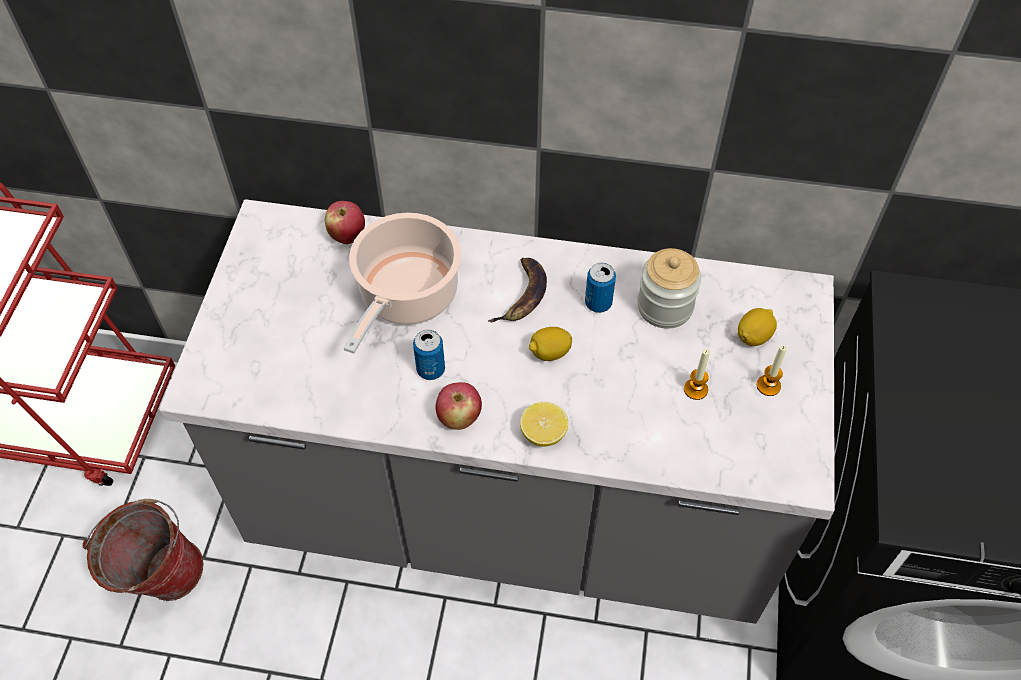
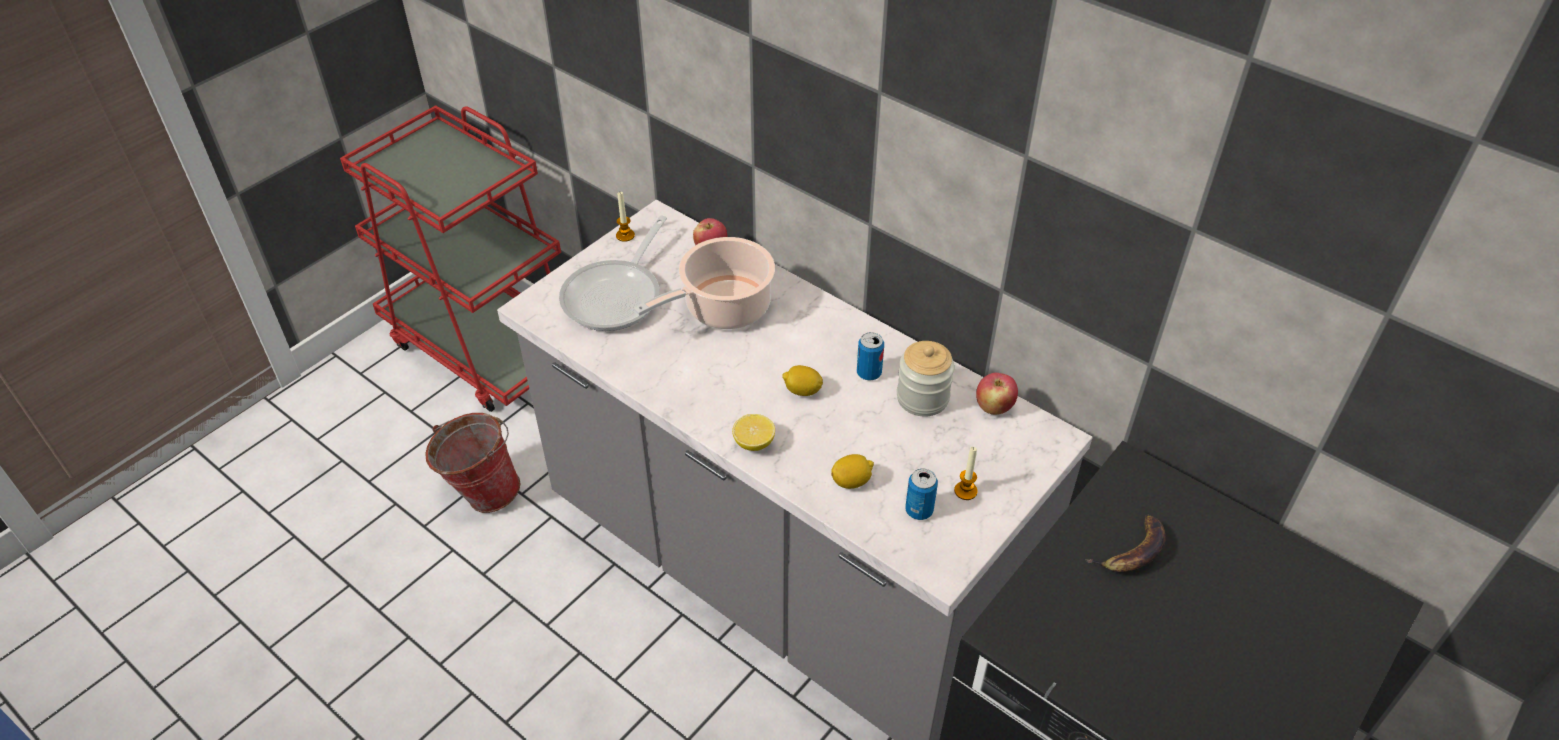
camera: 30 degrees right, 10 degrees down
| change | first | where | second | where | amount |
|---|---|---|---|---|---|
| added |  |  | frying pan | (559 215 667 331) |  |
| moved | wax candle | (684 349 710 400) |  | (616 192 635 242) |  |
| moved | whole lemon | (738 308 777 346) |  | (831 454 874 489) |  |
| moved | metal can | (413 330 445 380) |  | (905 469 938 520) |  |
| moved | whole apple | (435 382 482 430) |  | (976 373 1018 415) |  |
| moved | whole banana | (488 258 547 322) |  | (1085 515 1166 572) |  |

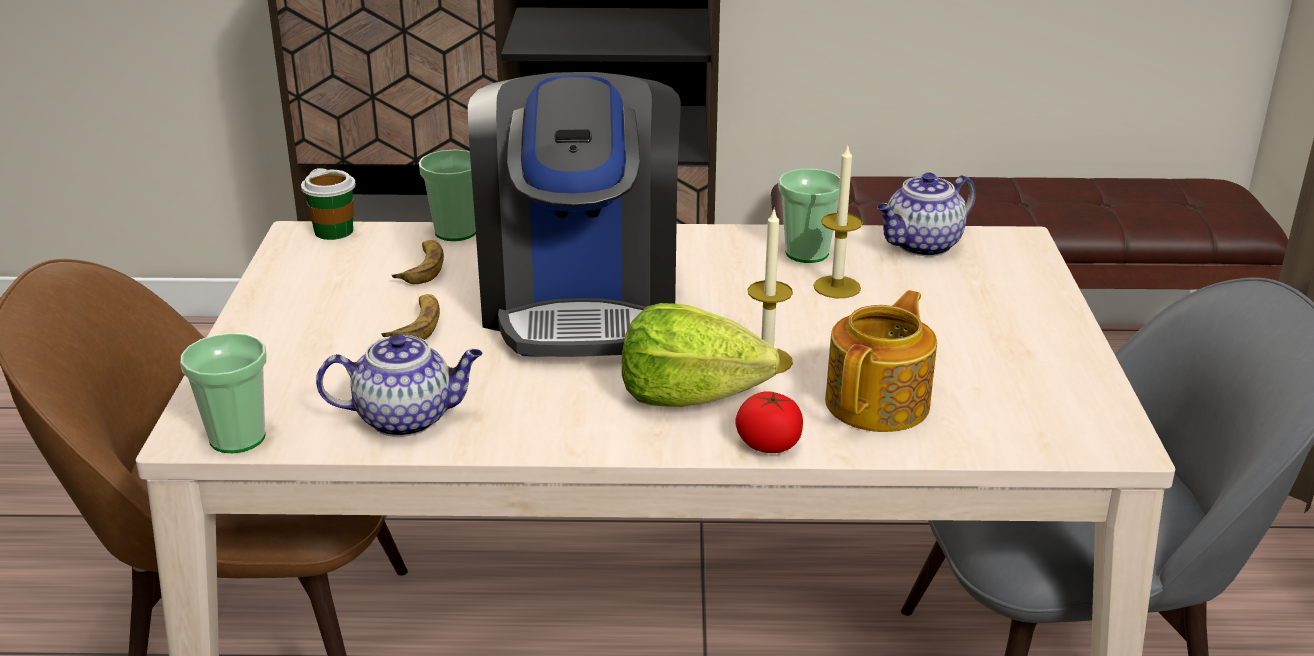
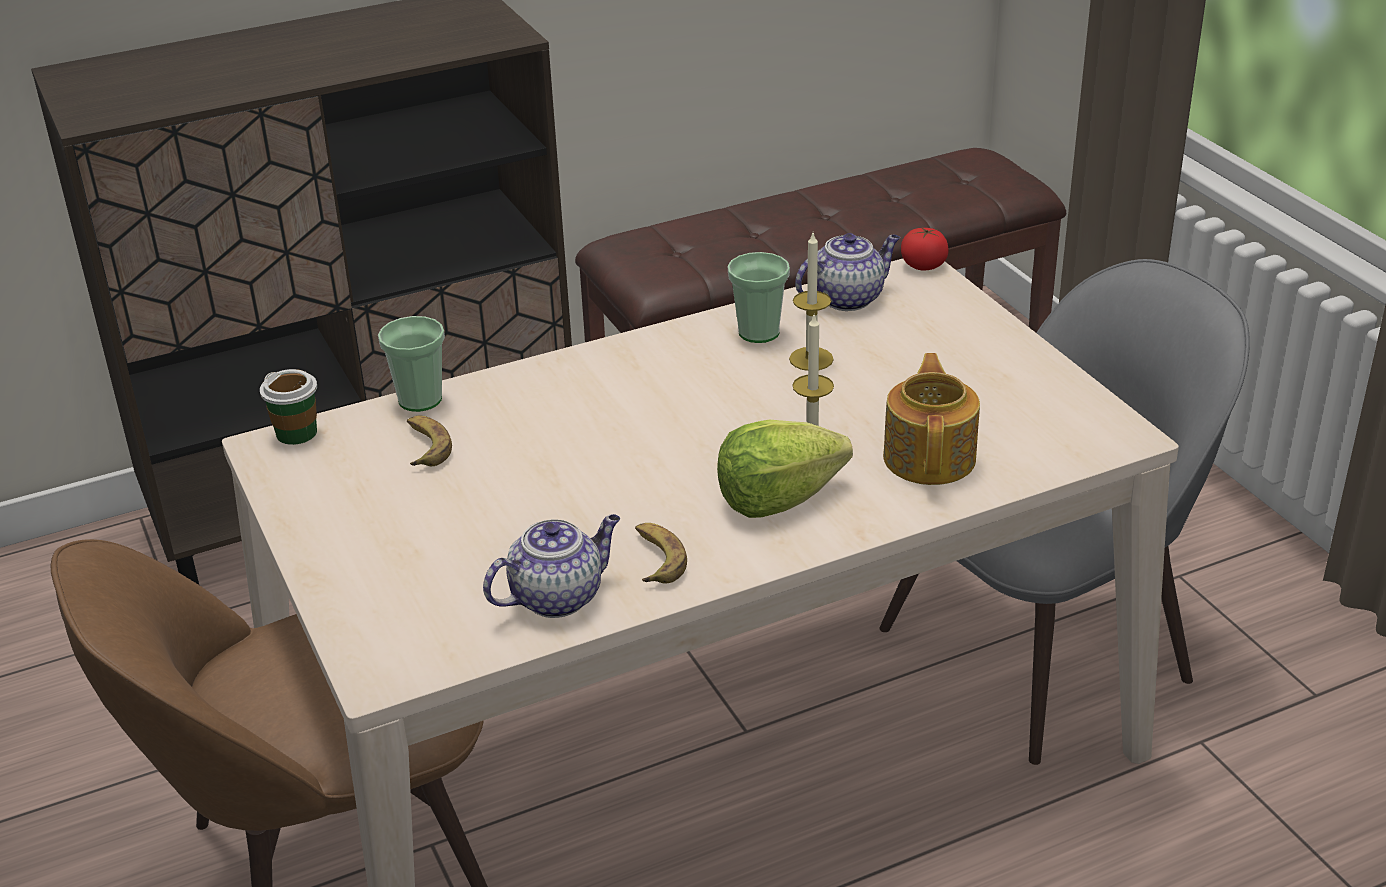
camera: 25 degrees left, 5 degrees up
| change | first | where | second | where | amount |
|---|---|---|---|---|---|
| moved | whole banana | (381 294 440 340) |  | (635 523 687 584) |  |
| turned | tea pot | (877 172 976 257) |  | (795 233 900 311) | 150 degrees counterclockwise |
| moved | whole tomato | (735 392 803 453) |  | (901 228 948 270) |  |
| removed | small cup | (180 333 267 453) |  |  |  |
| removed | coffee machine | (468 72 681 357) |  |  |  |

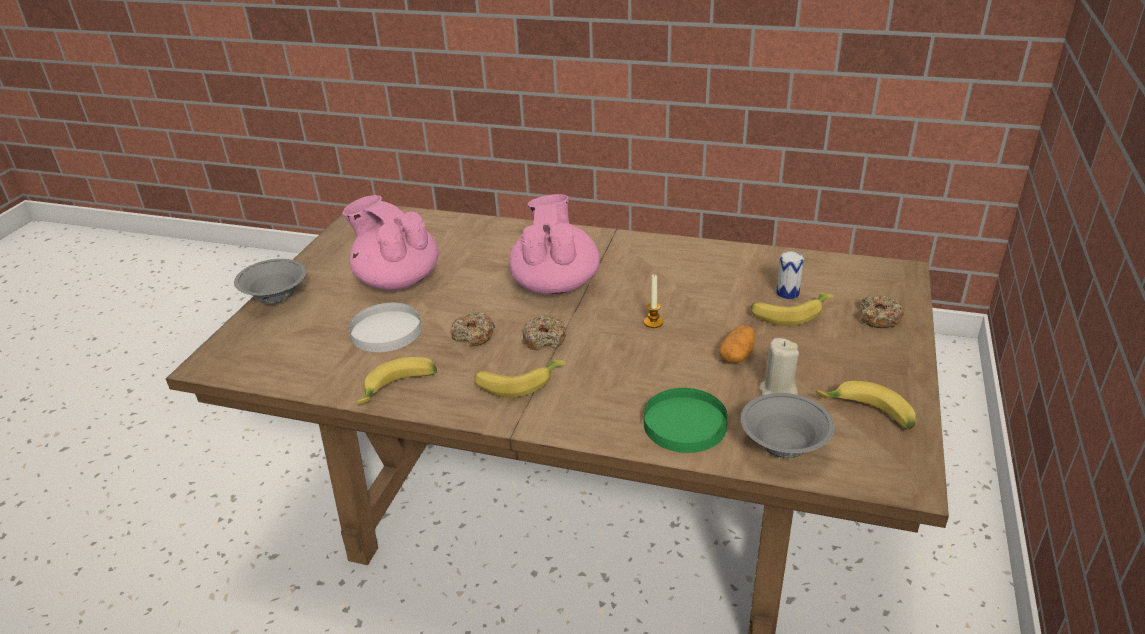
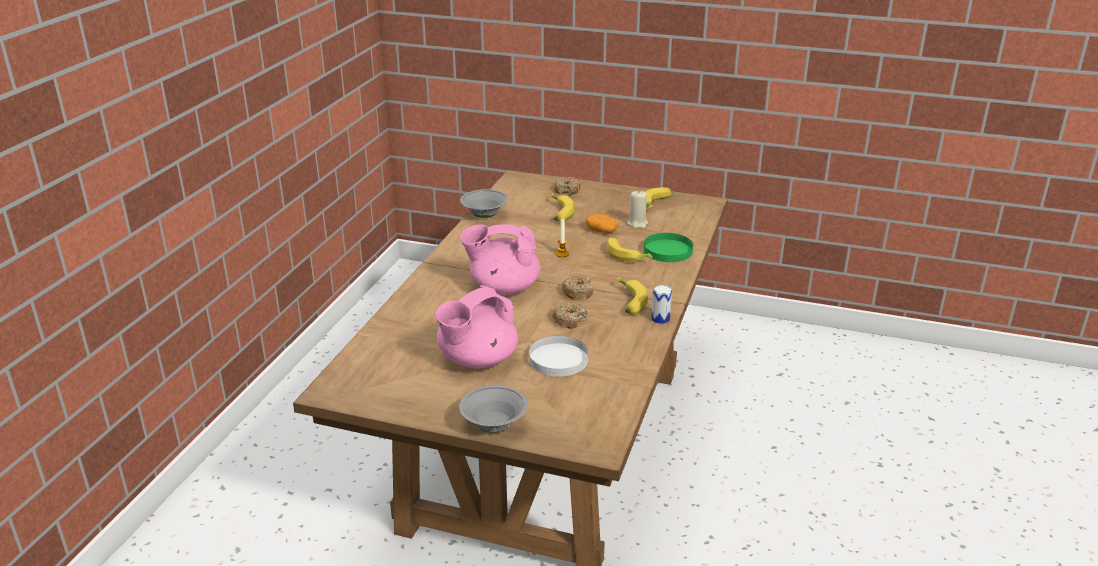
camera: 90 degrees left, 5 degrees down
| change | first | where | second | where | amount |
|---|---|---|---|---|---|
| moved | bowl (grey) | (741 393 835 458) |  | (460 189 508 218) |  |
| moved | whole banana | (356 357 437 404) |  | (607 237 652 262) |  |
| moved | metal can | (776 251 804 299) |  | (651 285 672 324) |  |

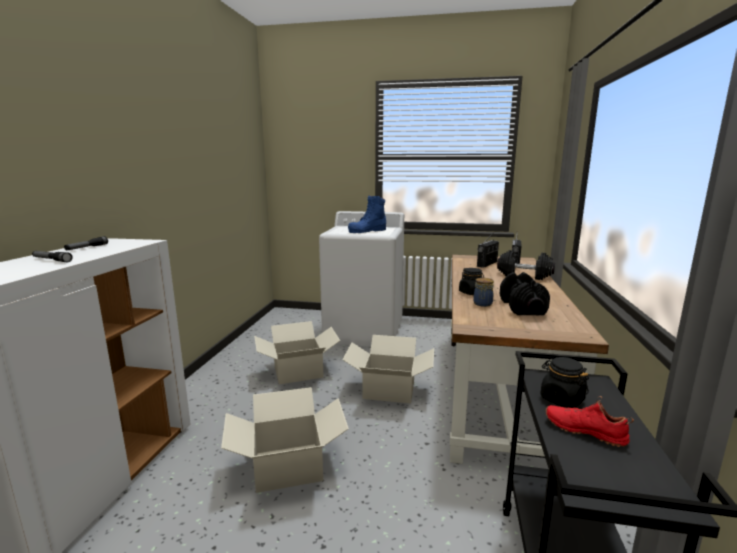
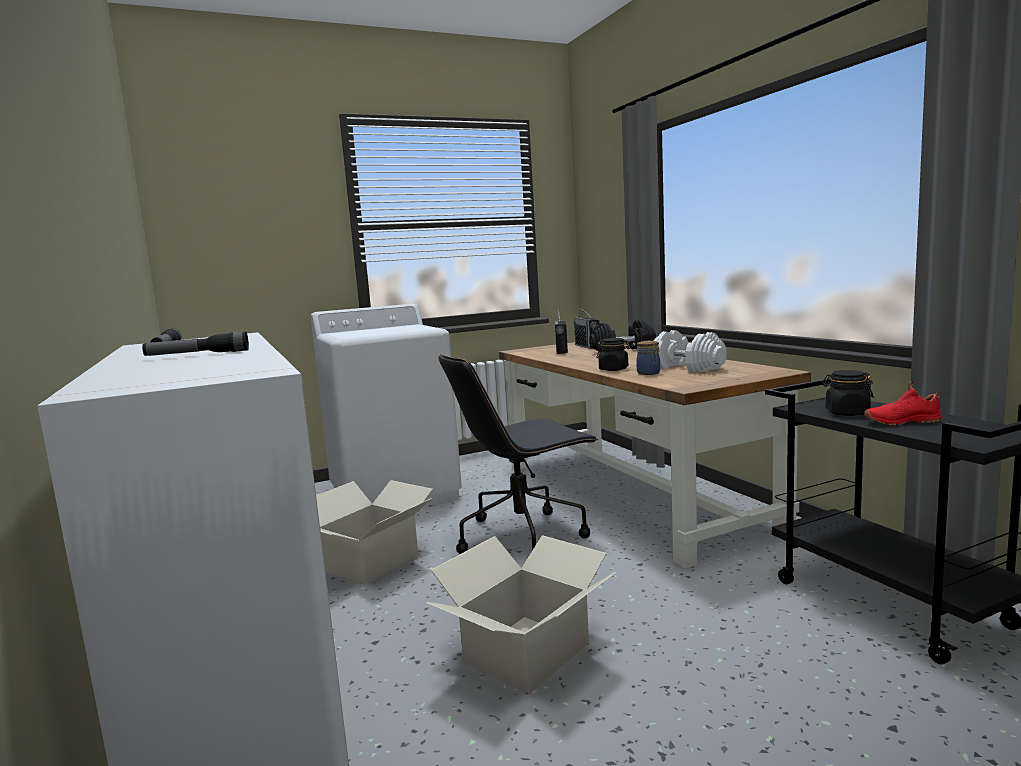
camera: 35 degrees left, 5 degrees down
| change | first | where | second | where | amount |
|---|---|---|---|---|---|
| replaced | carton | (343 335 434 404) | desk chair (black-coloured) | (438 354 598 554) |  |
| recoloured | free weight (black-coloured) | (499 272 550 315) | free weight (whitish) | (654 330 726 373) |  |
| removed | tall boot (bluish) | (348 195 386 233) |  |  |  |

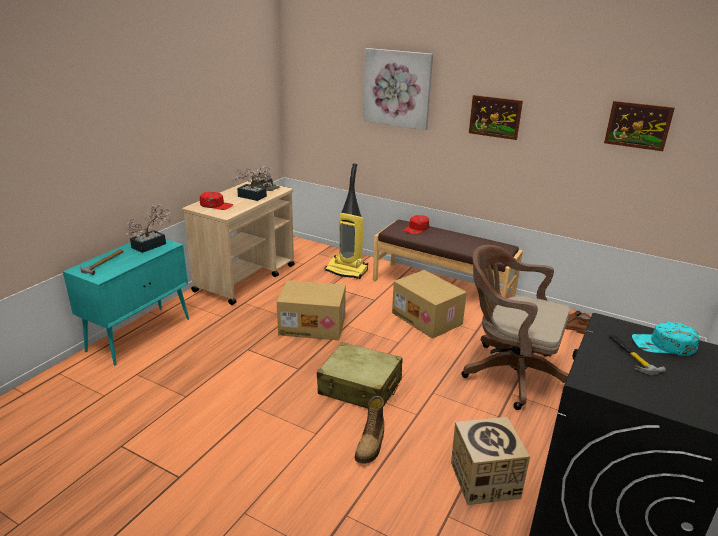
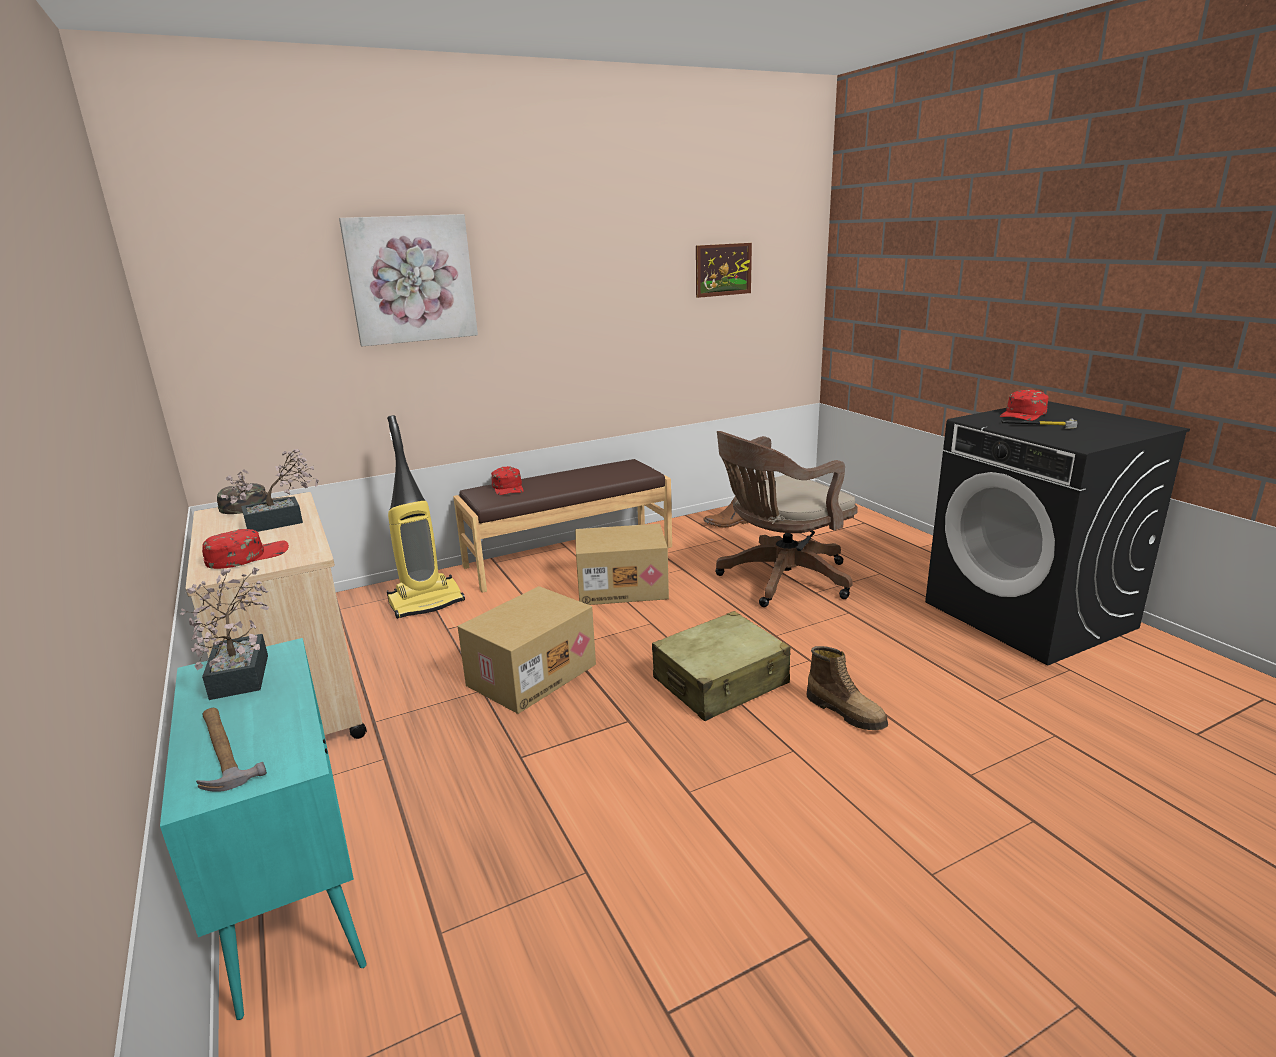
camera: 55 degrees left, 5 degrees down
| change | first | where | second | where | amount |
|---|---|---|---|---|---|
| recoloured | baseball cap (blue-green) | (632 322 700 356) | baseball cap (reddish) | (1000 390 1049 421) |  |
| removed | carton | (451 417 530 505) |  |  |  |
| removed | wall picture | (469 95 523 140) |  |  |  |

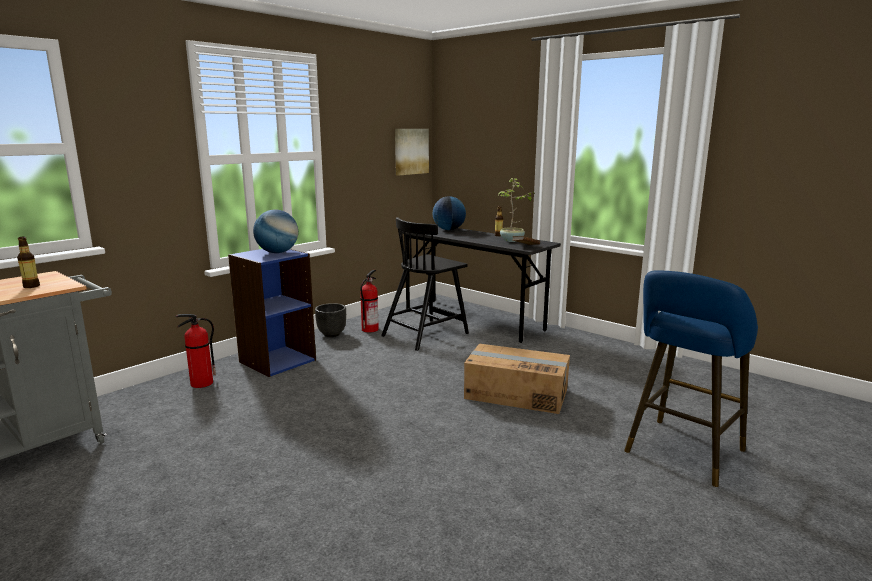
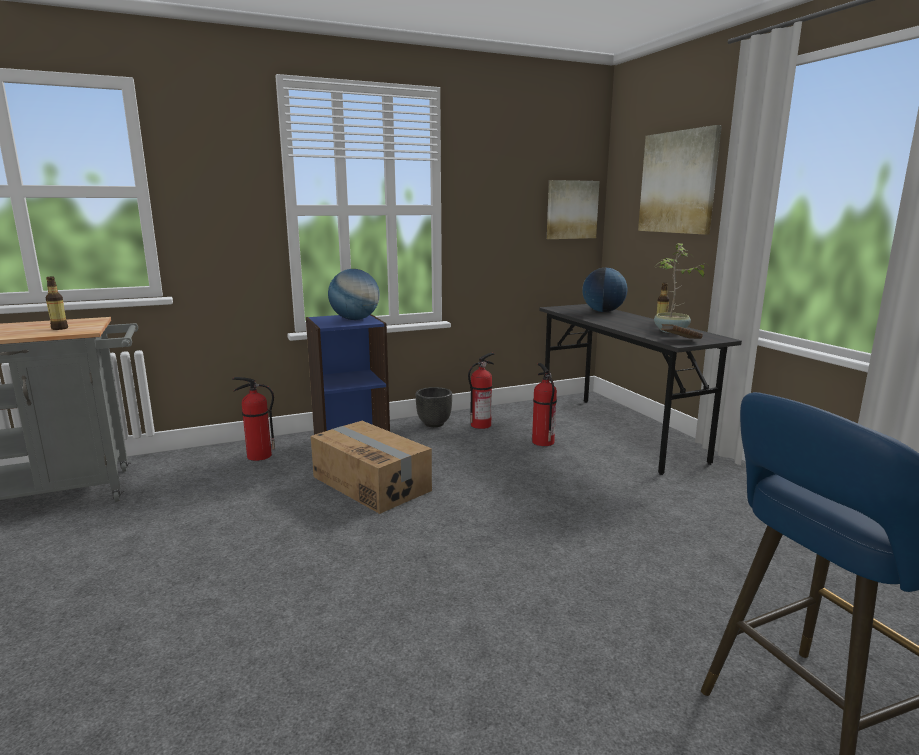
camera: 25 degrees right, 0 degrees up
| change | first | where | second | where | amount |
|---|---|---|---|---|---|
| moved | carton | (464 344 570 414) |  | (311 421 432 514) |  |
| replaced | upright chair (black-coloured) | (381 217 469 351) | extinguisher | (532 363 557 446) |  |
| added |  |  | wall picture | (638 125 722 235) |  |

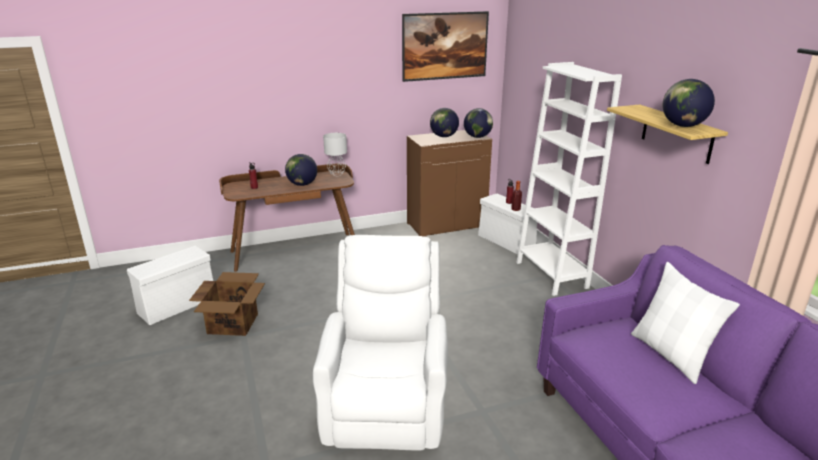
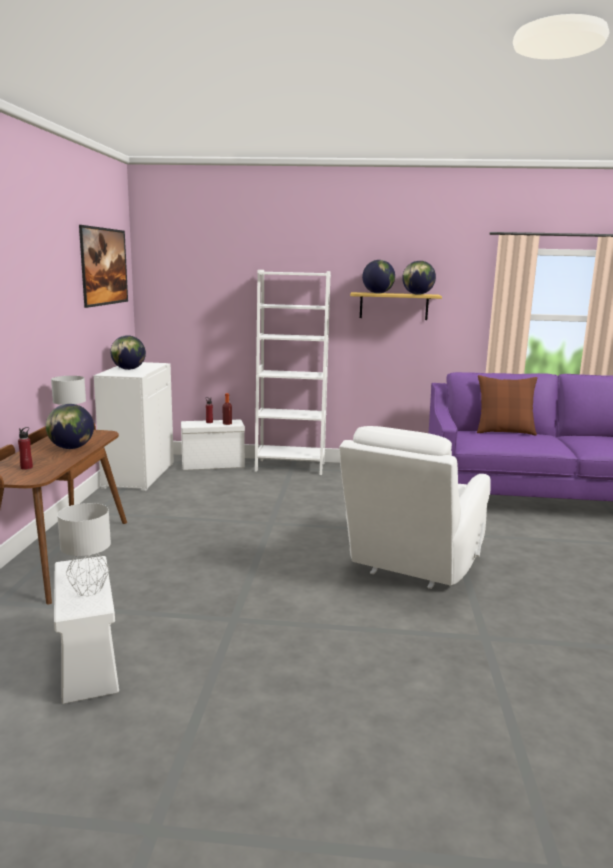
camera: 65 degrees left, 10 degrees down
| change | first | where | second | where | amount |
|---|---|---|---|---|---|
| added |  |  | tabletop lamp (grey) | (57 503 111 596) |  |
| recoloured | cabinet (brownish) | (407 130 492 237) | cabinet (whitish) | (94 362 174 491) |  |
| turned | easy chair (whitish) | (313 235 448 451) |  | (339 426 491 589) | 90 degrees counterclockwise |
| moved | globe | (464 108 493 138) |  | (362 260 395 293) |  |
| recoloured | cushion (whitish) | (631 262 740 384) | cushion (brownish) | (477 375 537 435) |  |
| removed | carton | (189 272 265 336) |  |  |  |

